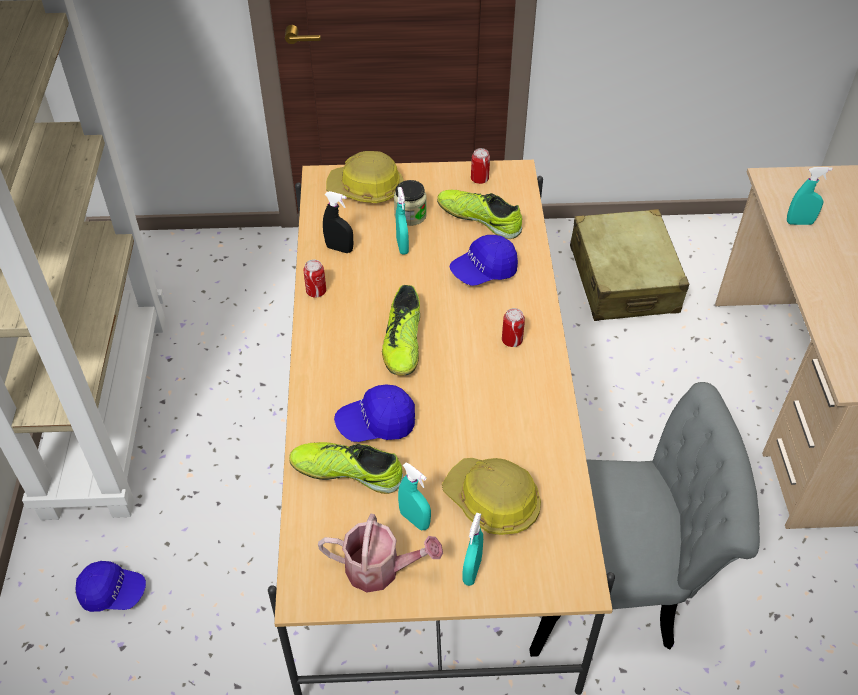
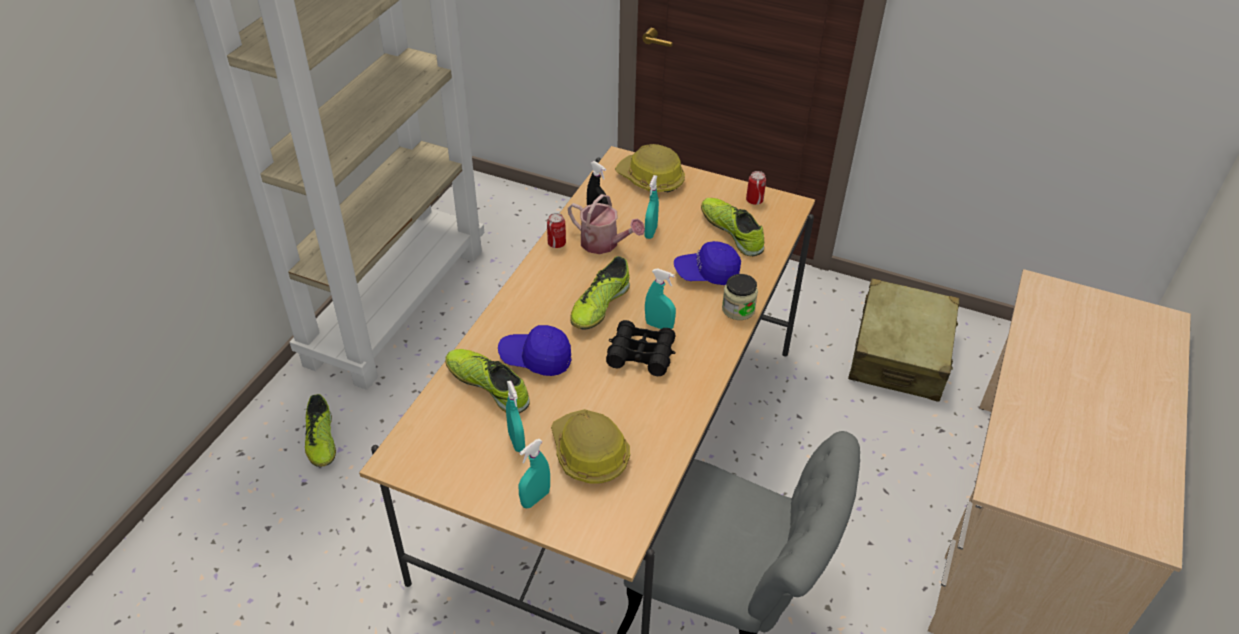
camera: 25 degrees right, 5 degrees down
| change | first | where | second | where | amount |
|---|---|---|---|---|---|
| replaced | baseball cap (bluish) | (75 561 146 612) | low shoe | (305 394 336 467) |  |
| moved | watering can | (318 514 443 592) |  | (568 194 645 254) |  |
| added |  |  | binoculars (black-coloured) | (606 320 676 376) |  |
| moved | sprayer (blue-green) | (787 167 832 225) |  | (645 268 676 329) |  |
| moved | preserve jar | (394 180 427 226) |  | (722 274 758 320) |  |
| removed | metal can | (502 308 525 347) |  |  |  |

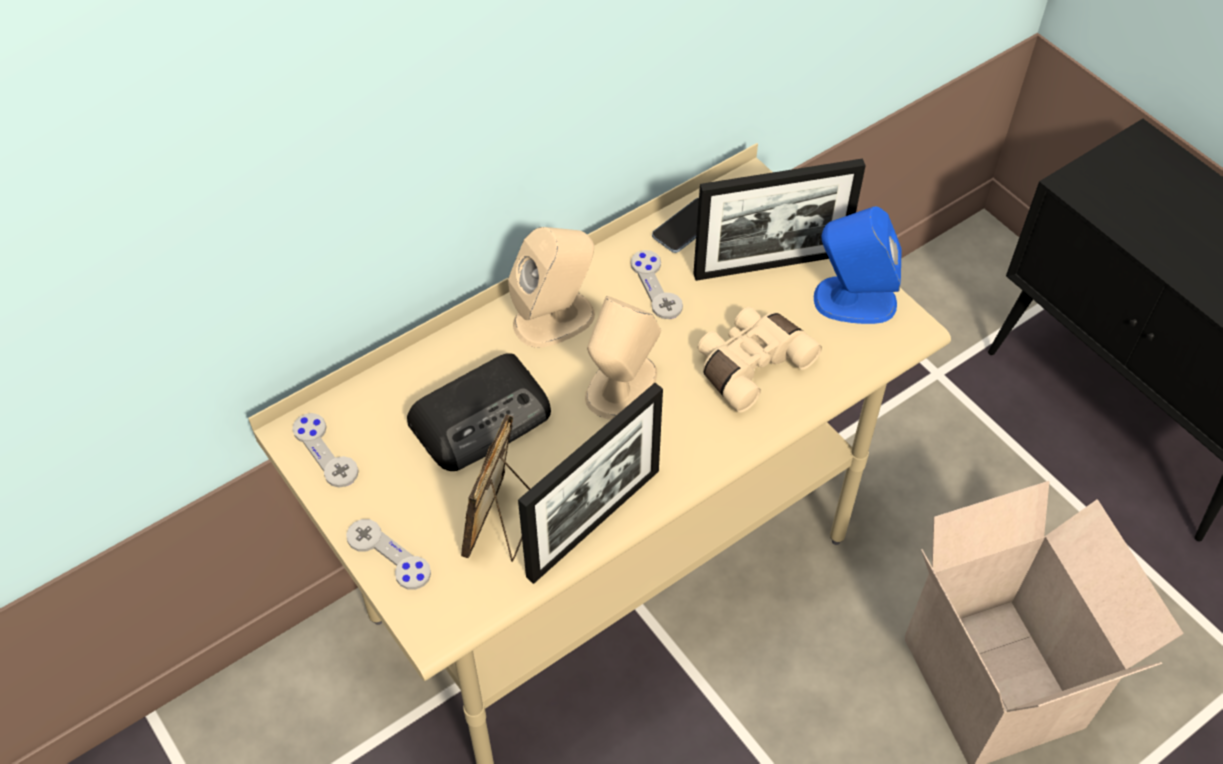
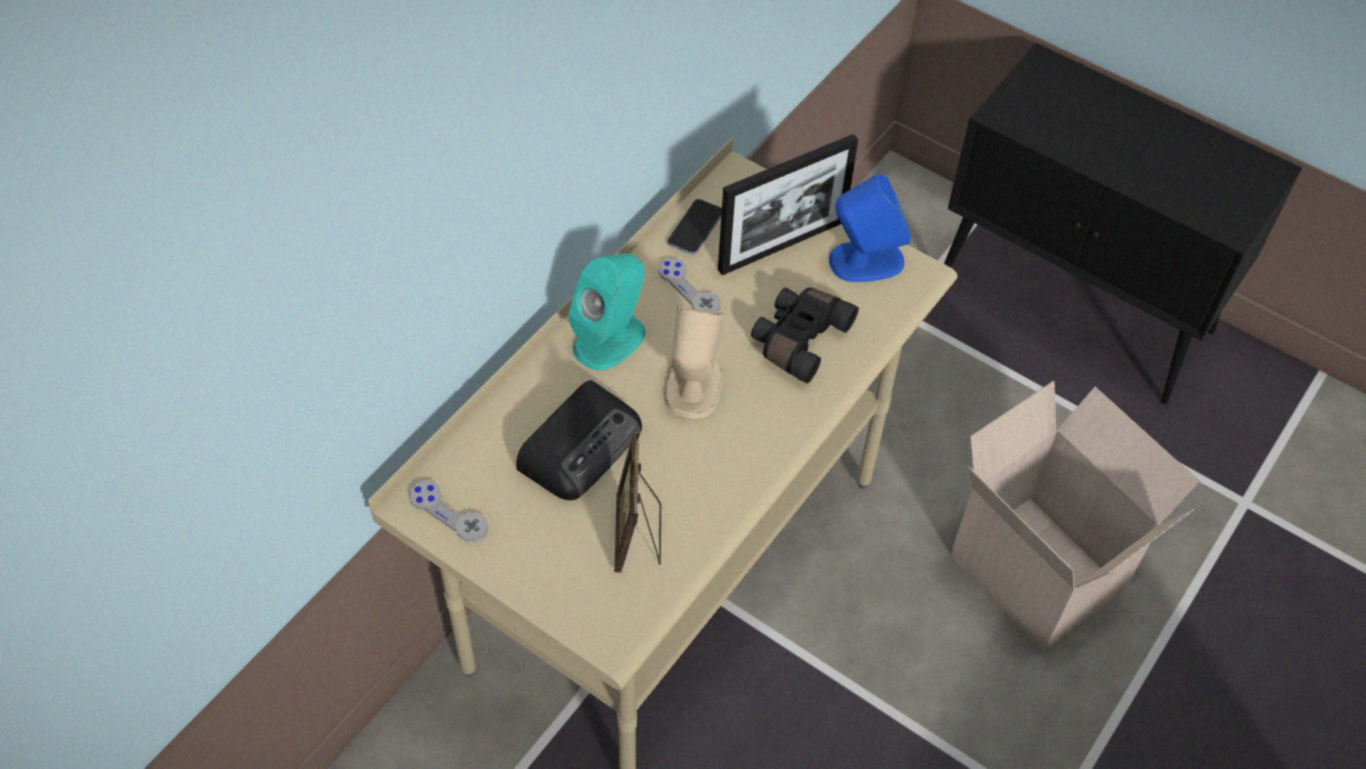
camera: 20 degrees left, 0 degrees up
| change | first | where | second | where | amount |
|---|---|---|---|---|---|
| recoloured | speaker (sand-coloured) | (508 227 595 348) | speaker (blue-green) | (568 253 646 370) |  |
| recoloured | binoculars (sand-coloured) | (697 307 822 413) | binoculars (black-coloured) | (751 287 859 383) |  |
| removed | joypad (grey) | (346 519 431 590) |  |  |  |
| removed | picture frame | (518 383 663 584) |  |  |  |

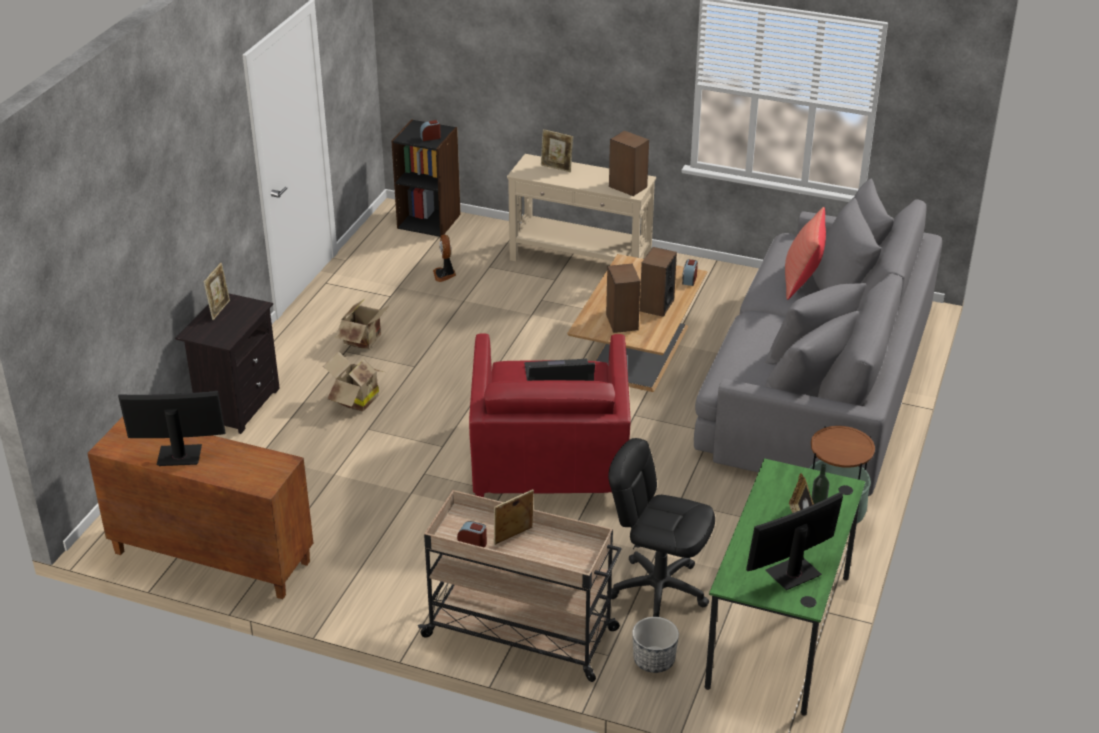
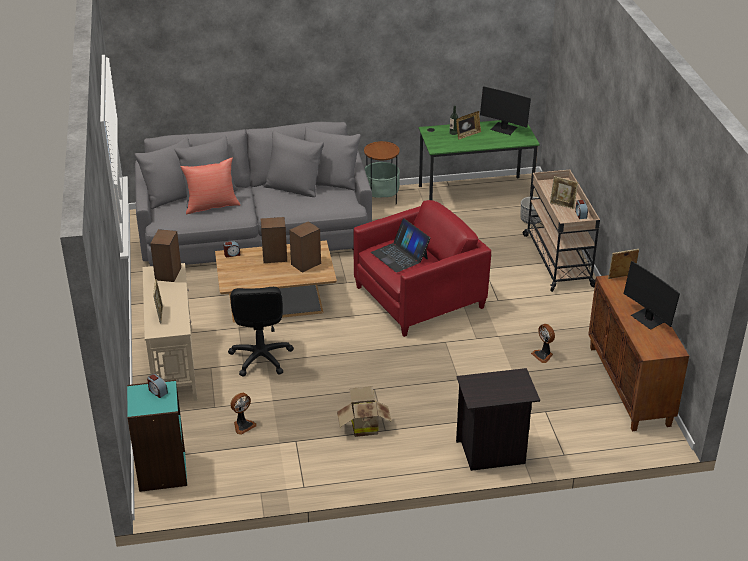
camera: 120 degrees left, 0 degrees up
| change | first | where | second | where | amount |
|---|---|---|---|---|---|
| recoloured | bookcase (black-coloured) | (391 119 461 237) | bookcase (blue-green) | (127 380 187 492) |  |
| moved | desk chair (black-coloured) | (608 438 715 617) |  | (228 287 294 376) |  |
| added |  |  | electric fan | (531 324 555 363) |  |
| moved | picture frame | (204 263 230 320) |  | (608 249 639 279) |  |
| removed | carton | (323 351 384 412) |  |  |  |

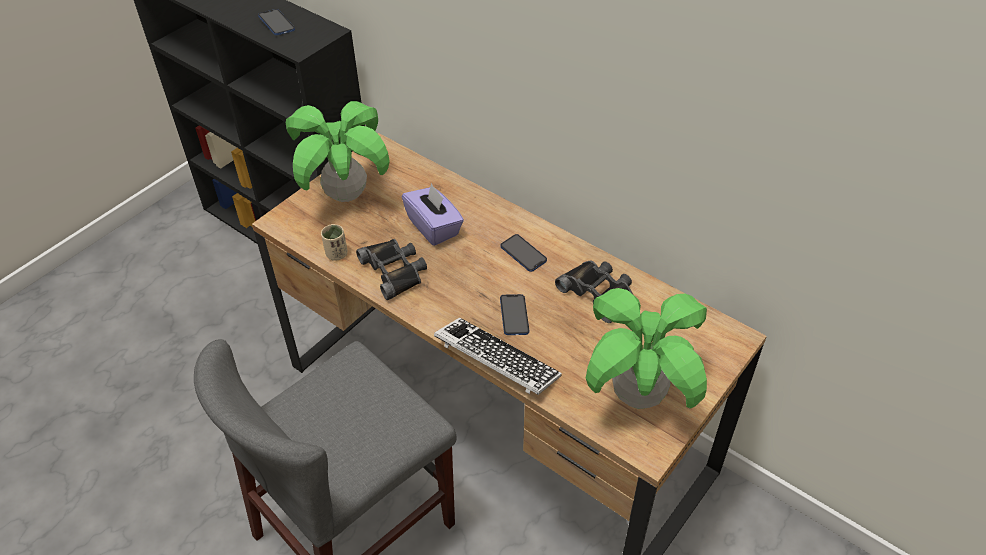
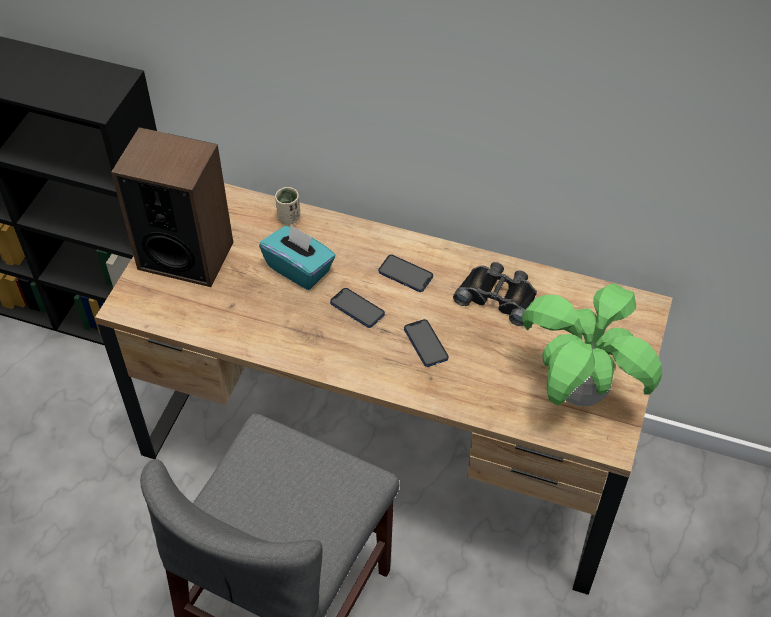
camera: 20 degrees left, 5 degrees up
| change | first | where | second | where | amount |
|---|---|---|---|---|---|
| replaced | plant in a pot | (286 101 390 202) | speaker | (111 127 233 287) |  |
| recoloured | tissue holder (purple) | (402 183 464 246) | tissue holder (blue-green) | (259 224 336 290) |  |
| moved | small cup (sand-coloured) | (321 224 348 261) |  | (275 187 301 225) |  |
| moved | phone | (258 9 295 35) |  | (330 288 385 328) |  |
| removed | binoculars (black-coloured) | (356 239 427 300) |  |  |  |
| removed | PC keyboard | (434 317 562 395) |  |  |  |

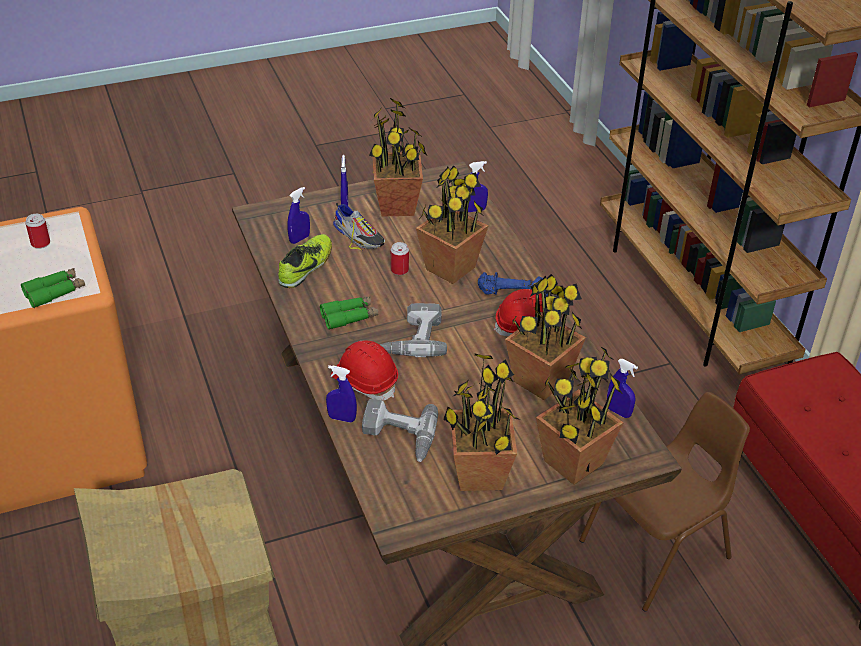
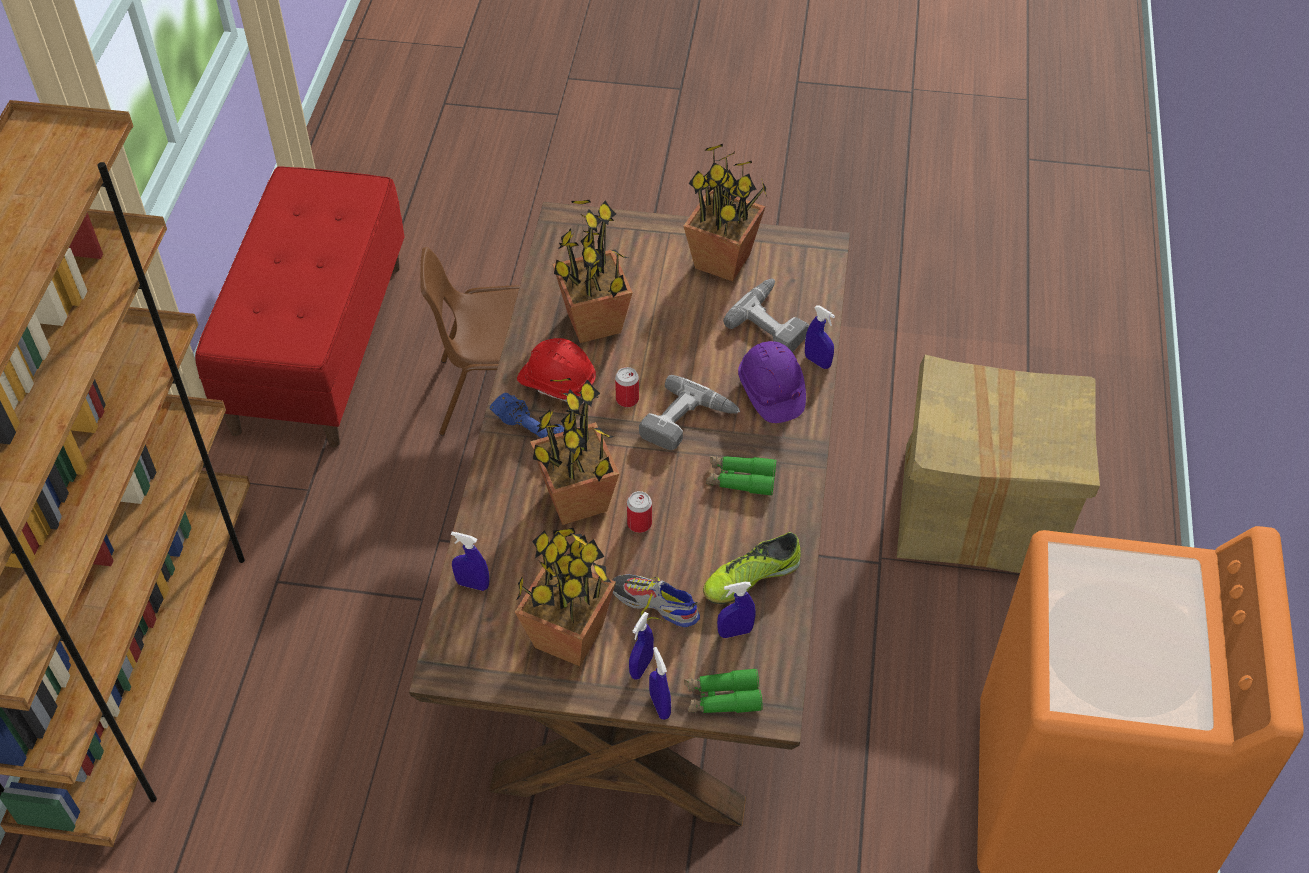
camera: 150 degrees left, 10 degrees up
| change | first | where | second | where | amount |
|---|---|---|---|---|---|
| turned | low shoe | (333 203 385 250) |  | (612 574 700 628) | 45 degrees counterclockwise |
| moved | metal can | (25 214 50 248) |  | (615 367 639 407) |  |
| moved | sprayer (bluish) | (607 359 638 418) |  | (649 647 671 720) |  |
| moved | binoculars (green) | (21 268 85 308) |  | (684 668 763 713) |  |
| recoloured | work helmet (reddish) | (331 340 398 401) | work helmet (purple) | (738 341 806 423) |  |
| removed | plant in a pot | (536 345 623 485) |  |  |  |

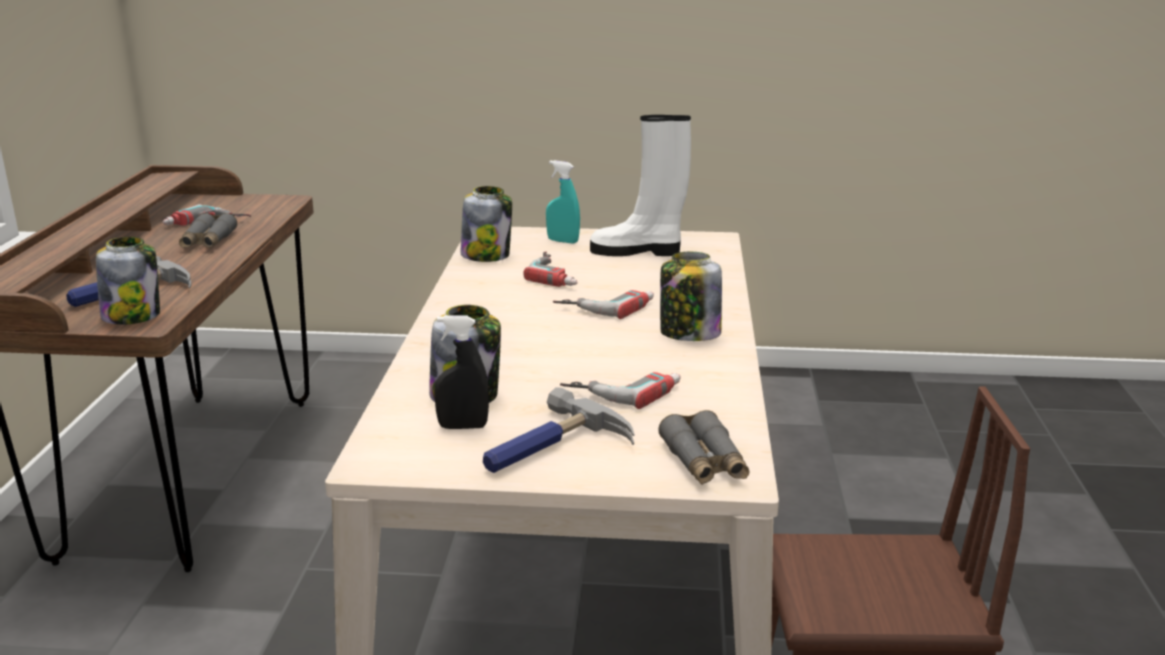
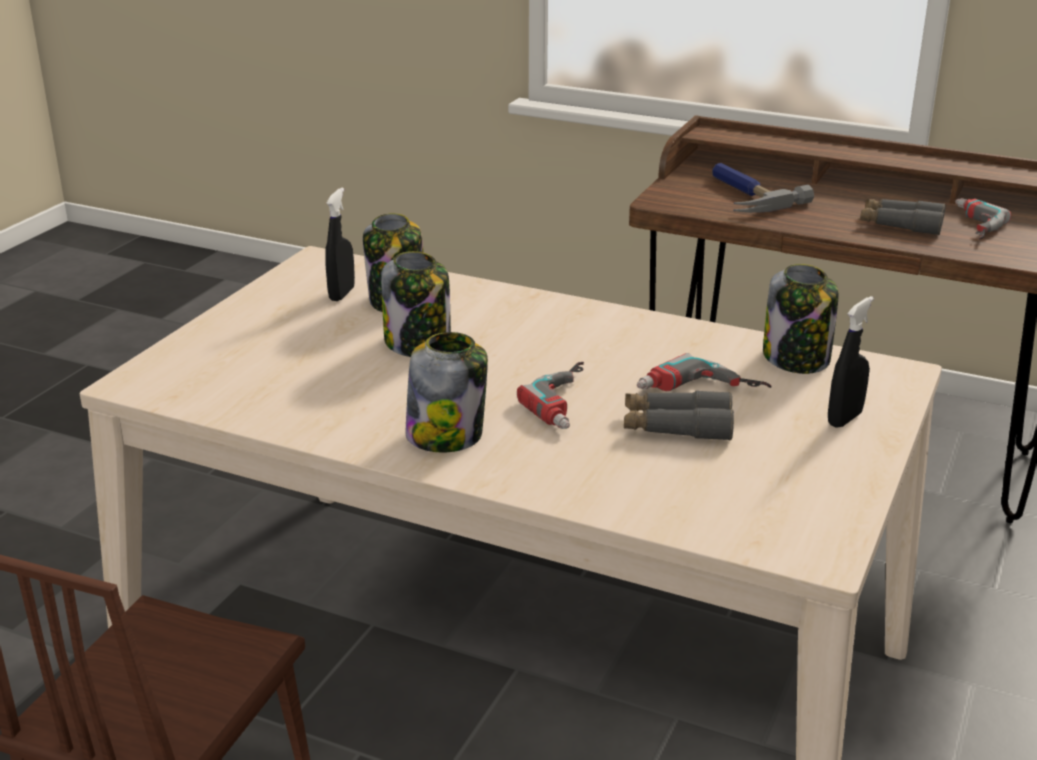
camera: 110 degrees right, 5 degrees up
| change | first | where | second | where | amount |
|---|---|---|---|---|---|
| moved | preserve jar | (96 237 160 325) |  | (381 251 451 357) |  |
| moved | binoculars (grey) | (658 410 749 485) |  | (624 390 734 441) |  |
| recoloured | sprayer (blue-green) | (546 160 580 244) | sprayer (black-coloured) | (828 296 874 428) |  |
| removed | hand hammer | (483 387 634 473) |  |  |  |
| removed | electric drill | (560 372 681 409) |  |  |  |
| removed | tall boot (whitish) | (590 115 691 256) |  |  |  |

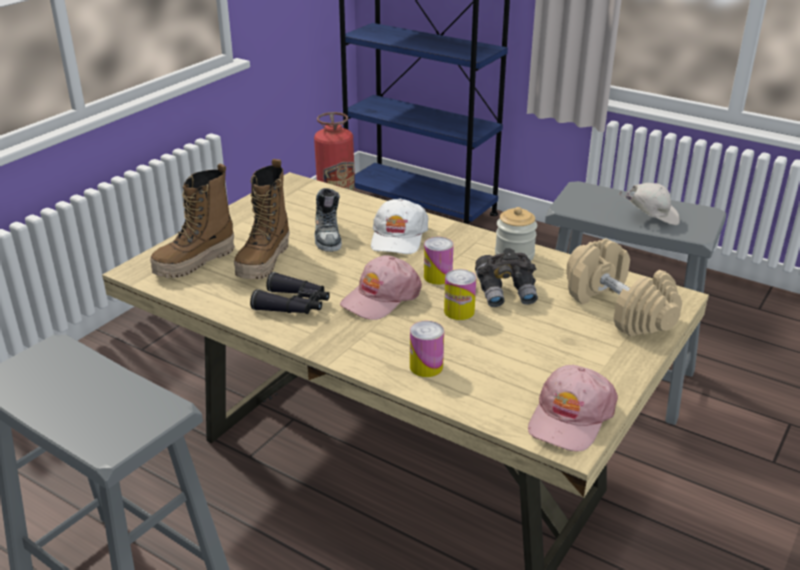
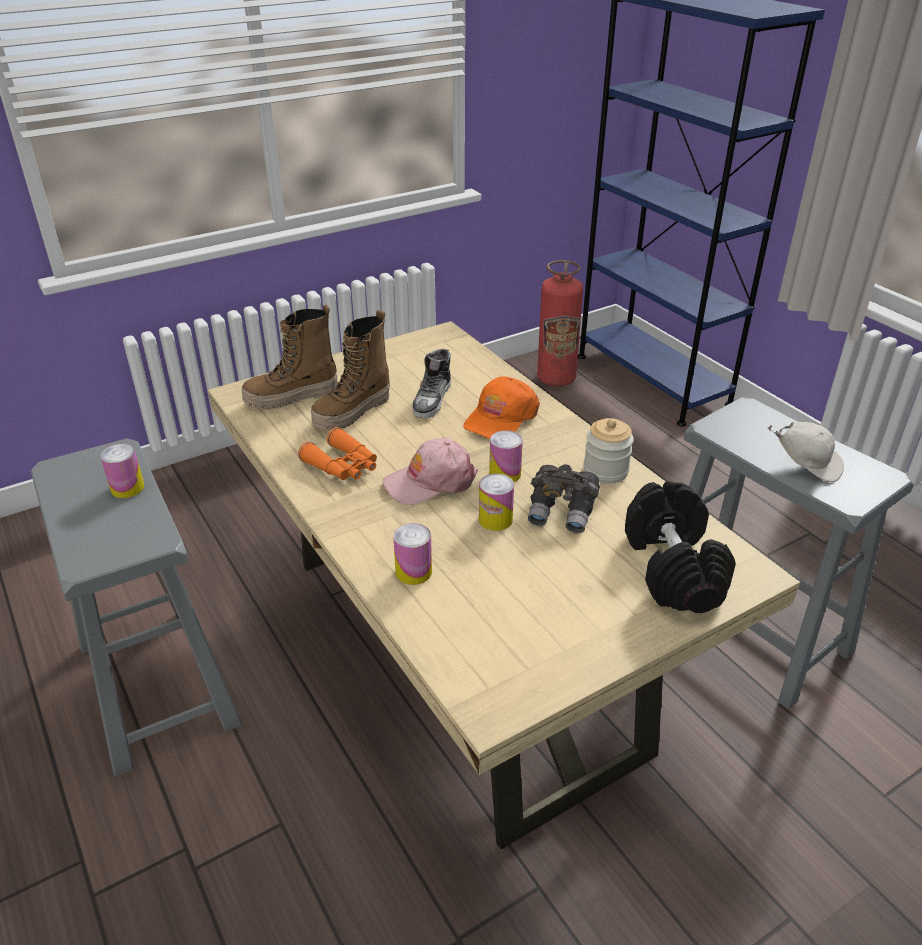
camera: 25 degrees right, 5 degrees up
| change | first | where | second | where | amount |
|---|---|---|---|---|---|
| added |  |  | metal can | (100 444 144 498) |  |
| recoloured | binoculars (black-coloured) | (250 272 330 314) | binoculars (orange-coloured) | (298 427 377 480) |  |
| recoloured | baseball cap (whitish) | (371 198 428 254) | baseball cap (orange-coloured) | (463 376 540 439) |  |
| recoloured | free weight (sand-coloured) | (566 239 682 337) | free weight (black-coloured) | (625 481 736 613) |  |
| removed | baseball cap (pinkish) | (528 365 618 452) |  |  |  |

